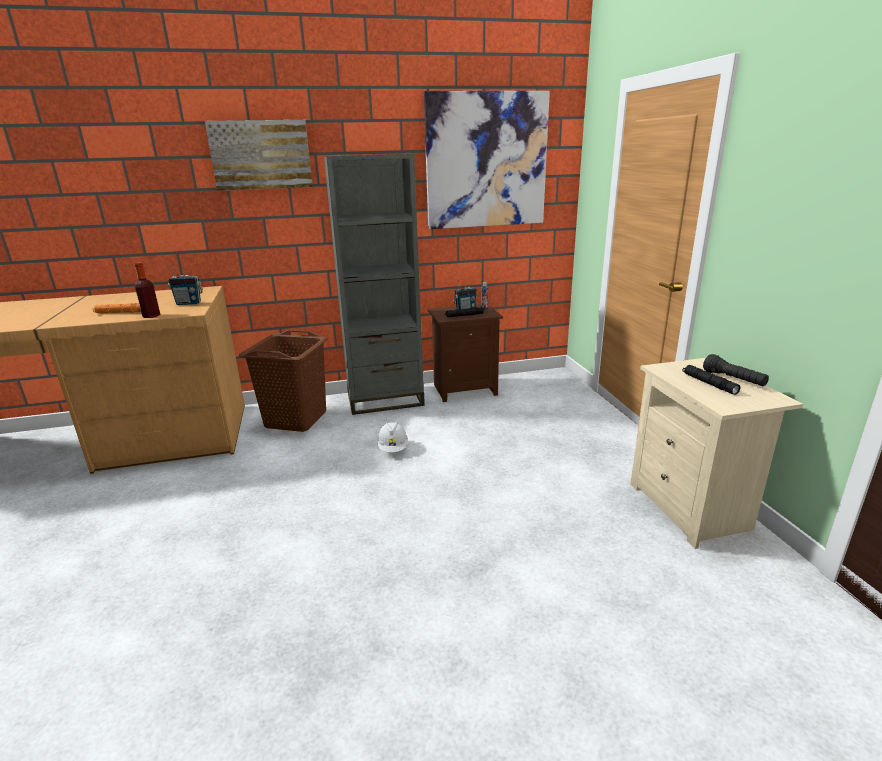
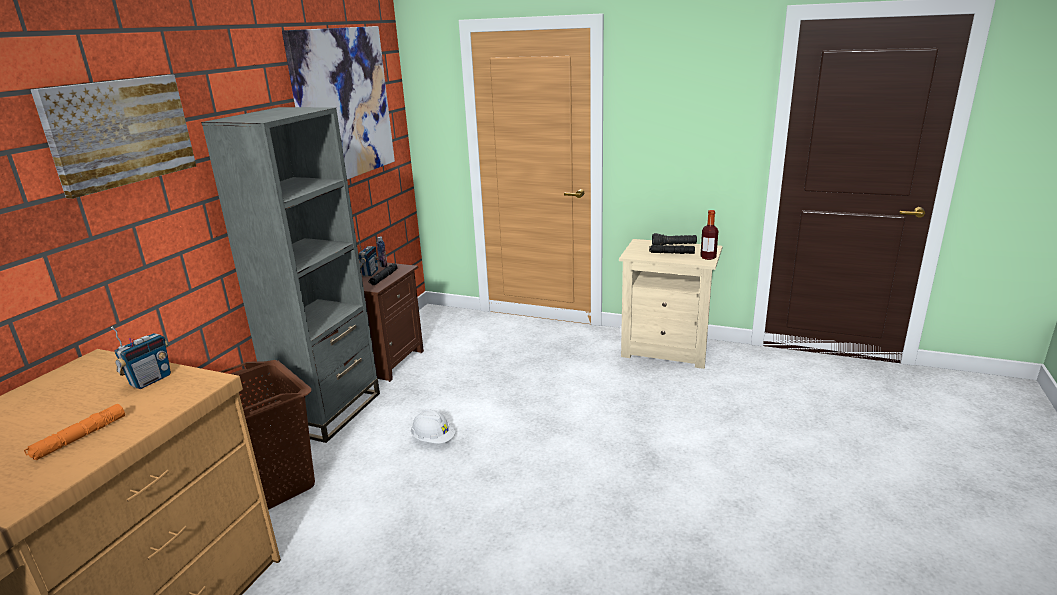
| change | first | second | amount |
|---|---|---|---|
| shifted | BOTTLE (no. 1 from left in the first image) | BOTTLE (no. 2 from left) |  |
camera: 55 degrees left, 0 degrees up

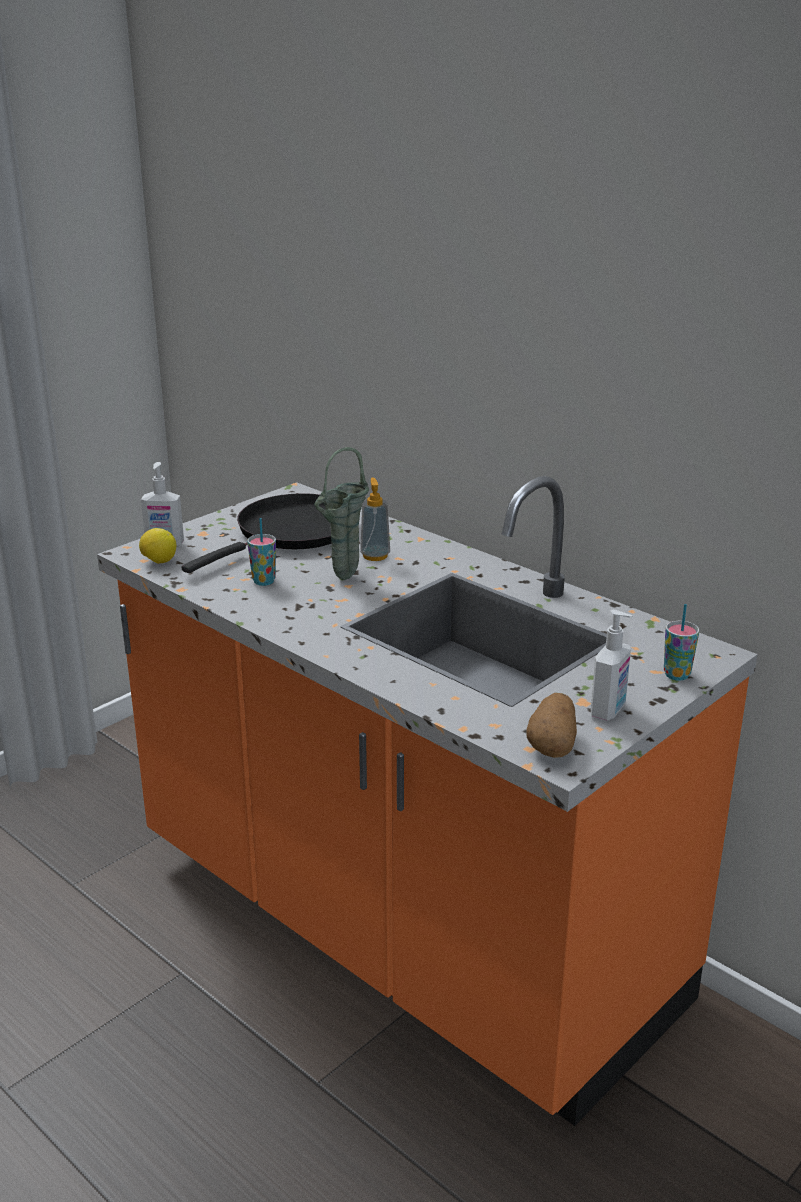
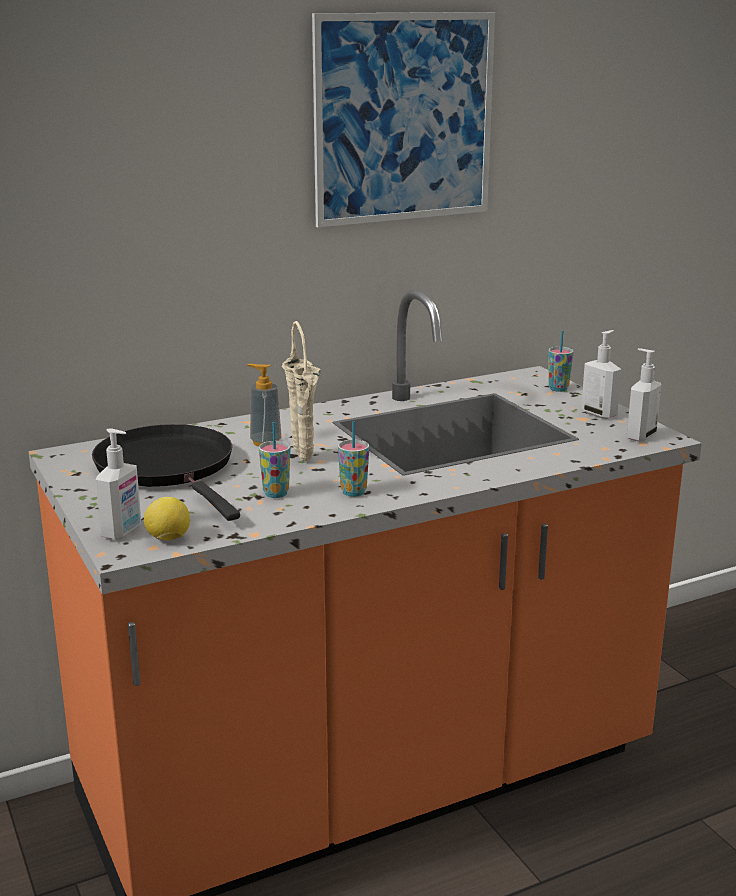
| change | first | second | amount |
|---|---|---|---|
| repainted | GREEN VASE | BEIGE VASE |  |
| new |  | PICTURE |  |
| new |  | CUP (no. 2 from left) |  |
| swapped | POTATO | SOAP DISPENSER (no. 4 from left) |  |
camera: 70 degrees left, 5 degrees down

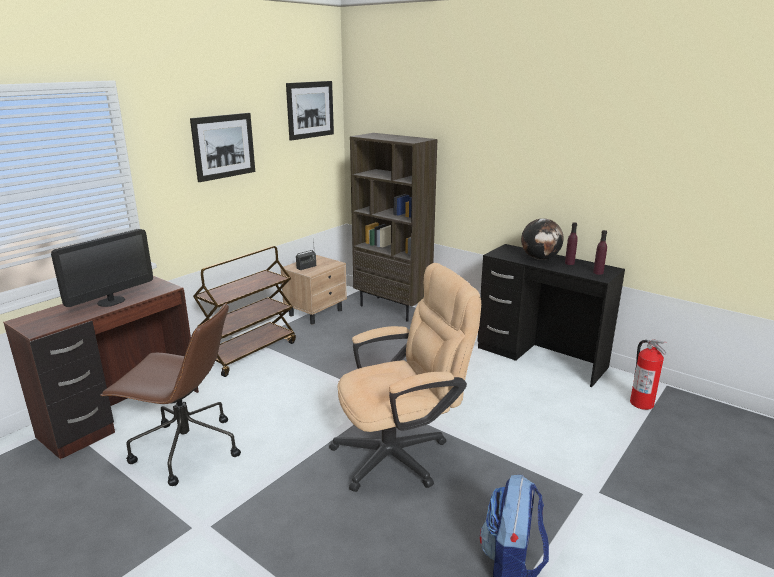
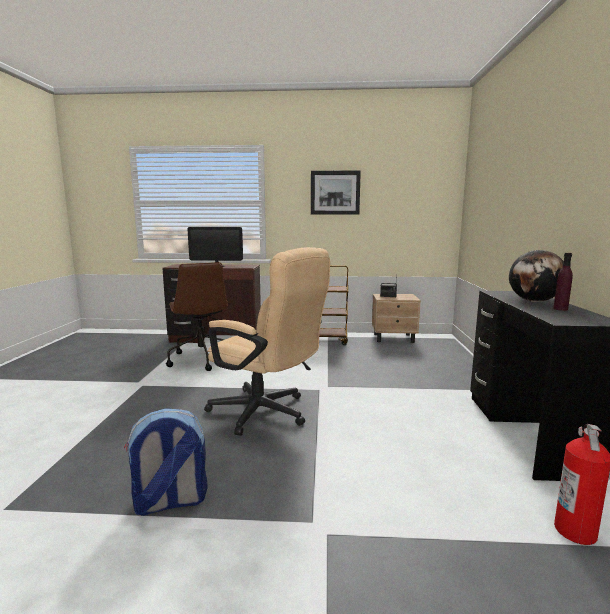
| change | first | second | amount |
|---|---|---|---|
| gone | PICTURE (no. 2 from left) |  |  |
| gone | BROWN BOOKCASE |  |  |
| gone | PURPLE BOTTLE (no. 2 from left) |  |  |
camera: 55 degrees right, 10 degrees down

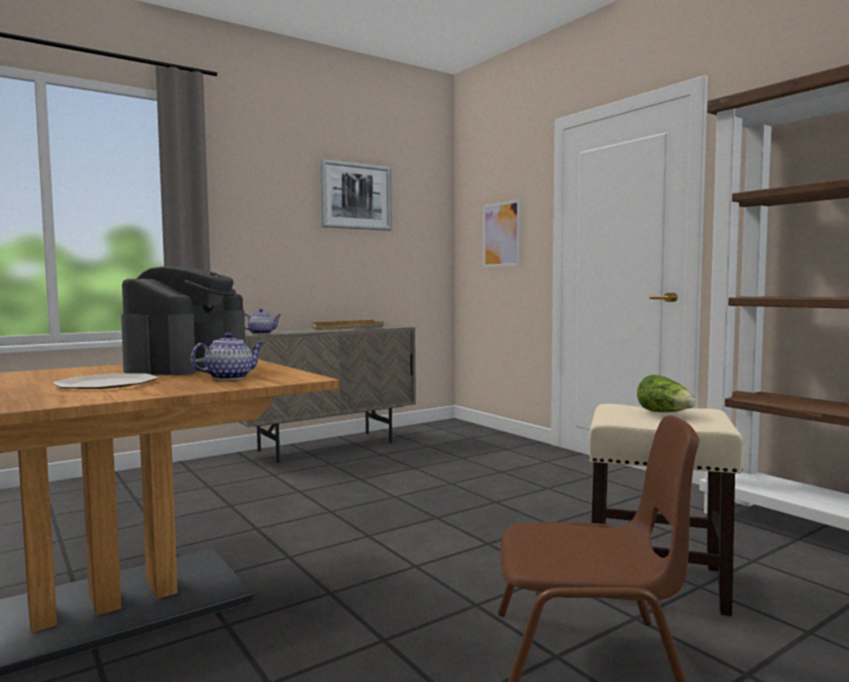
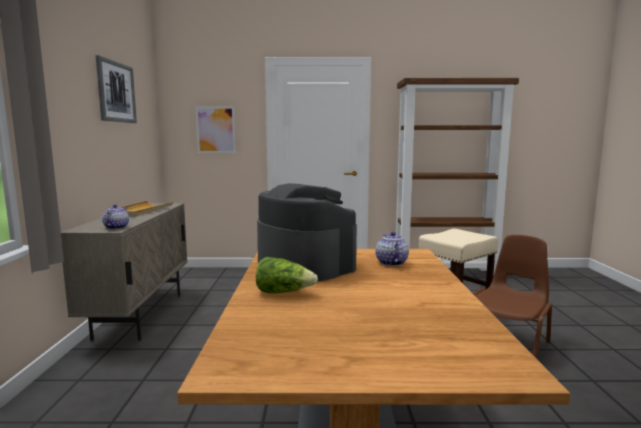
| change | first | second | amount |
|---|---|---|---|
| shifted | LETTUCE |  |  |
| gone | PLATE |  |  |
camera: 55 degrees left, 5 degrees up

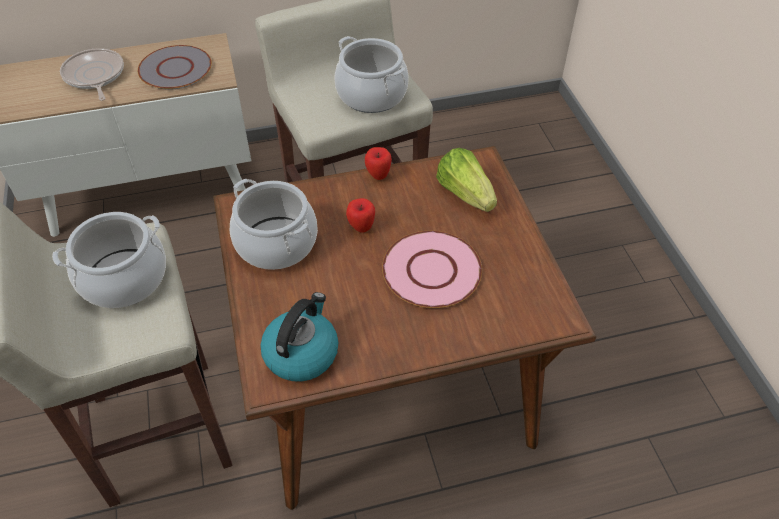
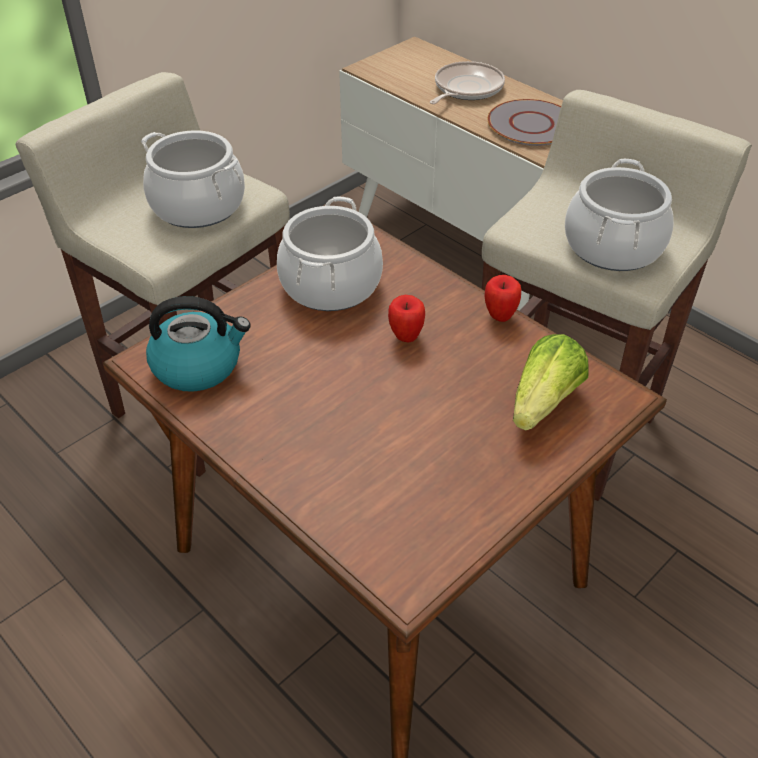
| change | first | second | amount |
|---|---|---|---|
| gone | PINK PLATE |  |  |
camera: 60 degrees right, 5 degrees down

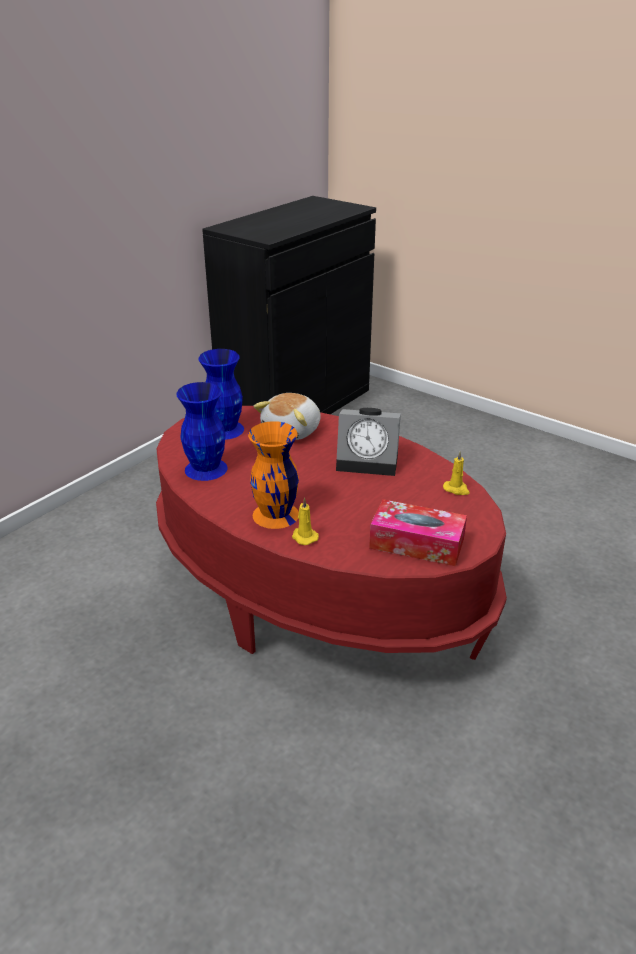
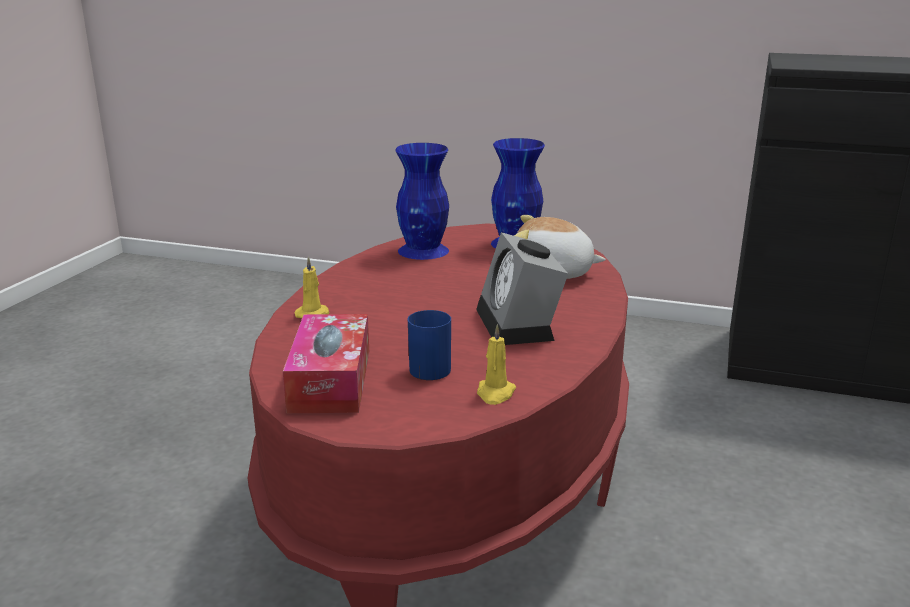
| change | first | second | amount |
|---|---|---|---|
| new |  | BLUE MUG |  |
| gone | ORANGE VASE |  |  |
camera: 70 degrees right, 10 degrees down

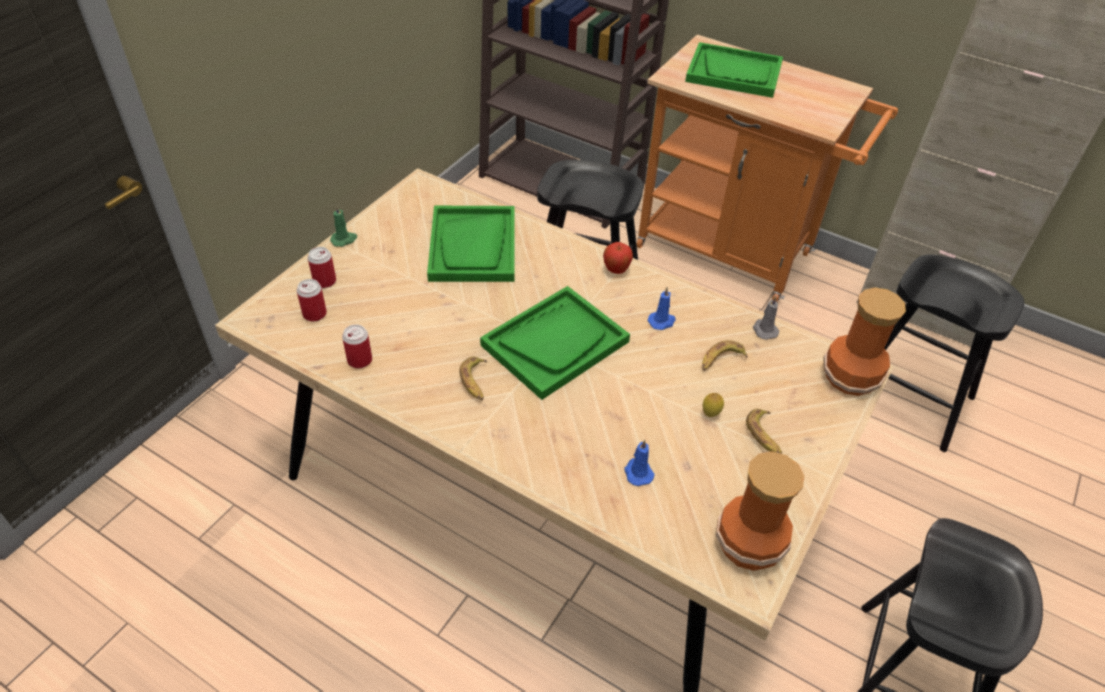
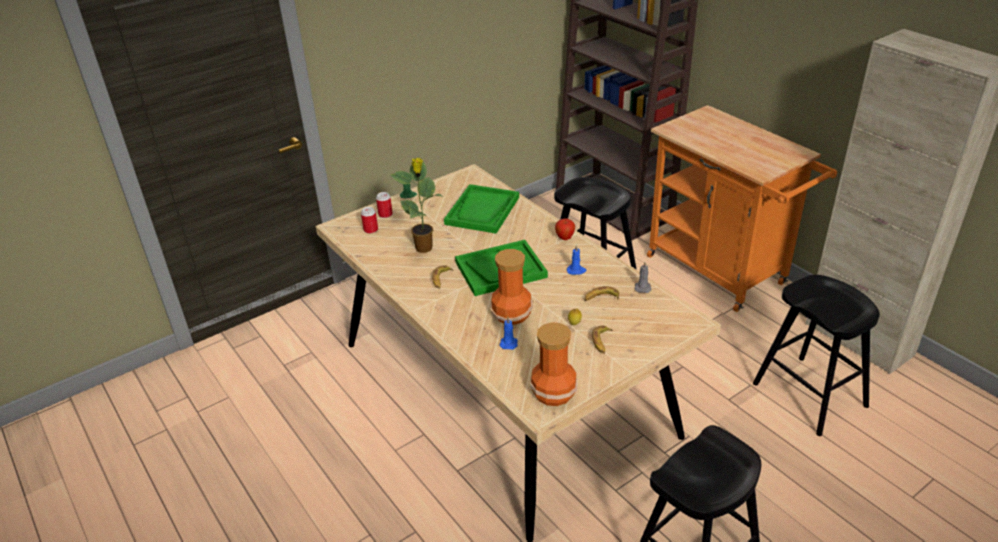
| change | first | second | amount |
|---|---|---|---|
| new |  | POTTED PLANT |  |
| shifted | VASE (no. 2 from left in the first image) | VASE (no. 1 from left) |  |
| gone | CAN (no. 3 from left) |  |  |
| gone | GREEN TRAY (no. 3 from left) |  |  |
camera: 25 degrees right, 10 degrees down

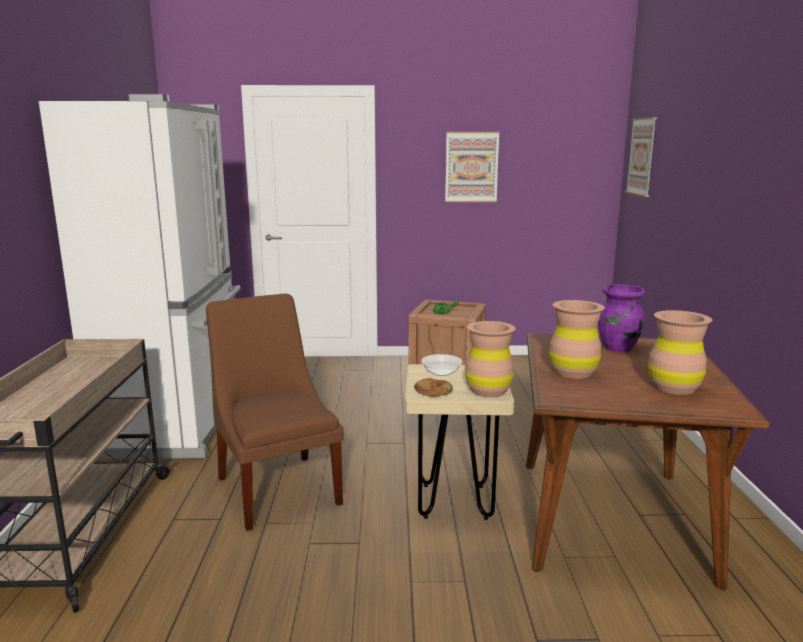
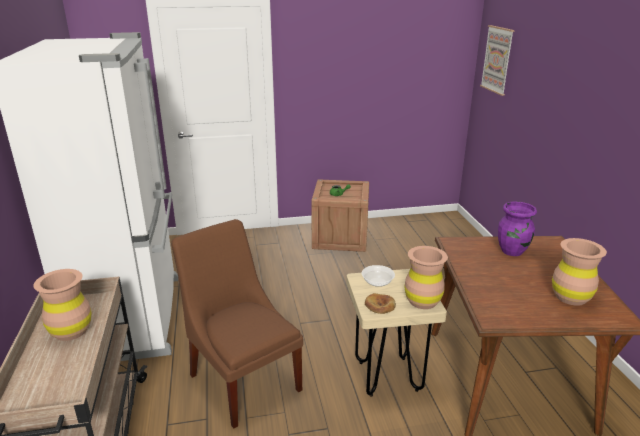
| change | first | second | amount |
|---|---|---|---|
| shifted | BROWN VASE (no. 2 from left in the first image) | BROWN VASE (no. 1 from left) |  |
| gone | PICTURE (no. 1 from left) |  |  |
camera: 10 degrees left, 10 degrees up

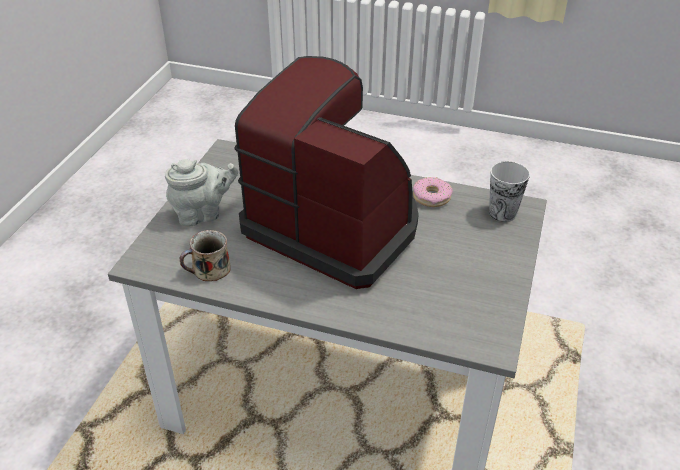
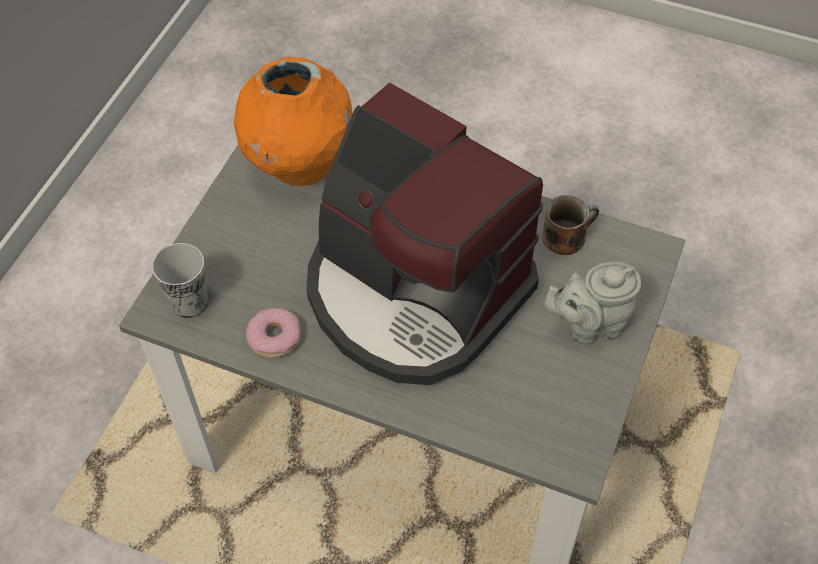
| change | first | second | amount |
|---|---|---|---|
| new |  | ORANGE VASE |  |
camera: 175 degrees left, 15 degrees up

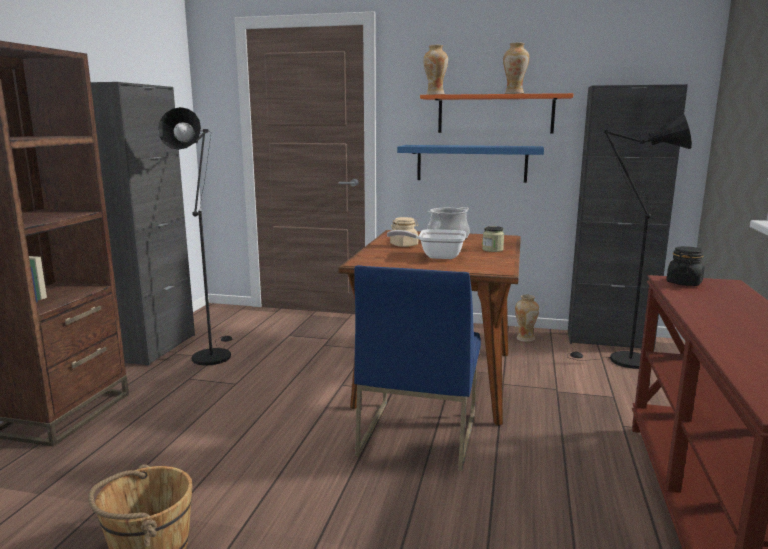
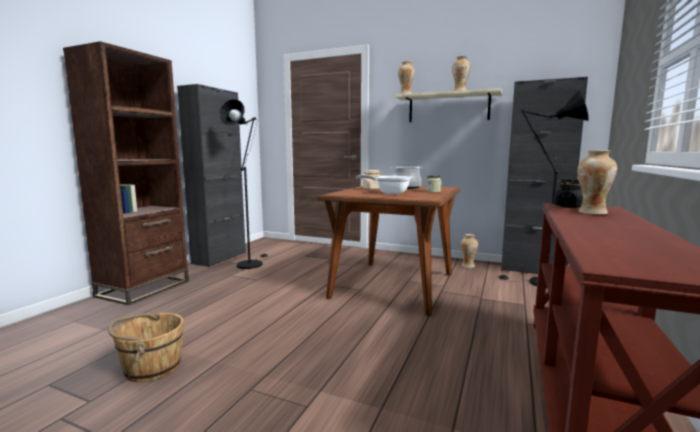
| change | first | second | amount |
|---|---|---|---|
| repainted | ORANGE SHELF | BEIGE SHELF |  |
| new |  | VASE (no. 4 from left) |  |
| gone | BLUE CHAIR |  |  |
| gone | BLUE SHELF |  |  |
camera: 10 degrees right, 5 degrees down

